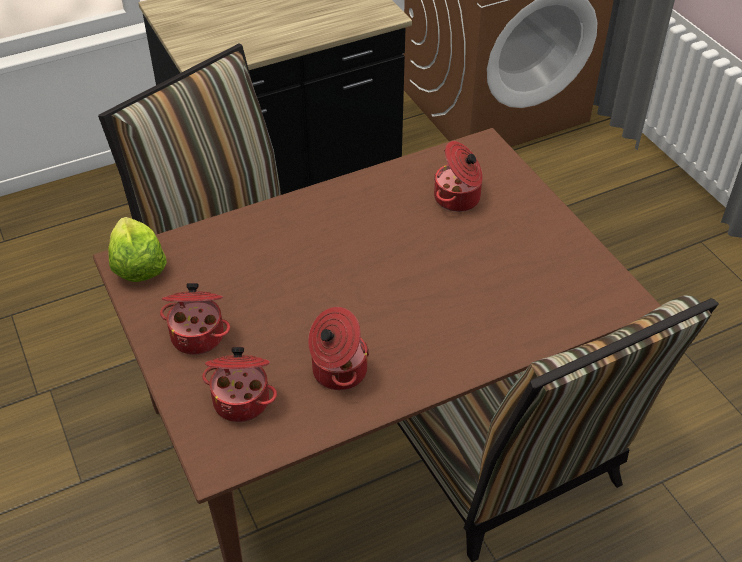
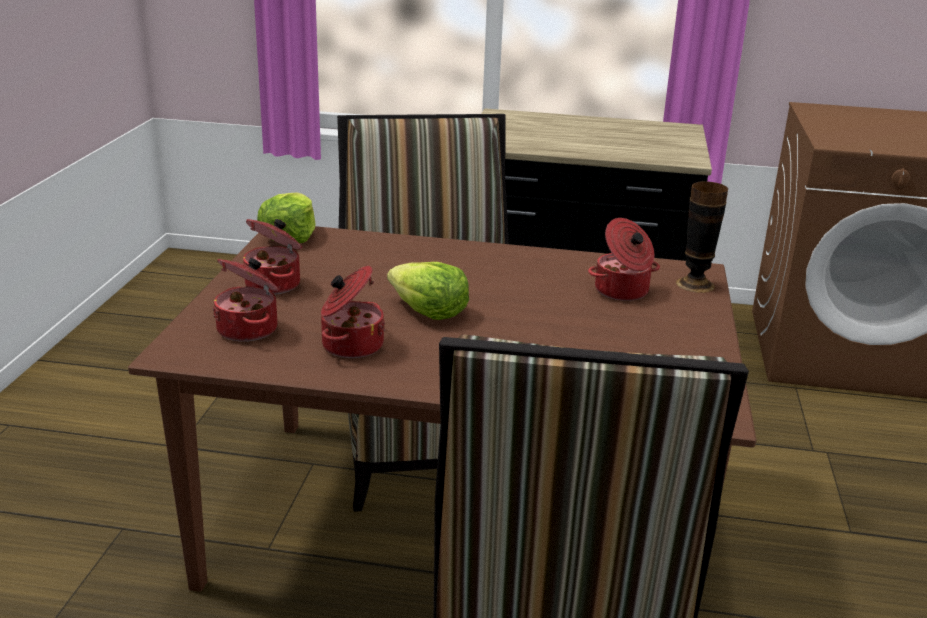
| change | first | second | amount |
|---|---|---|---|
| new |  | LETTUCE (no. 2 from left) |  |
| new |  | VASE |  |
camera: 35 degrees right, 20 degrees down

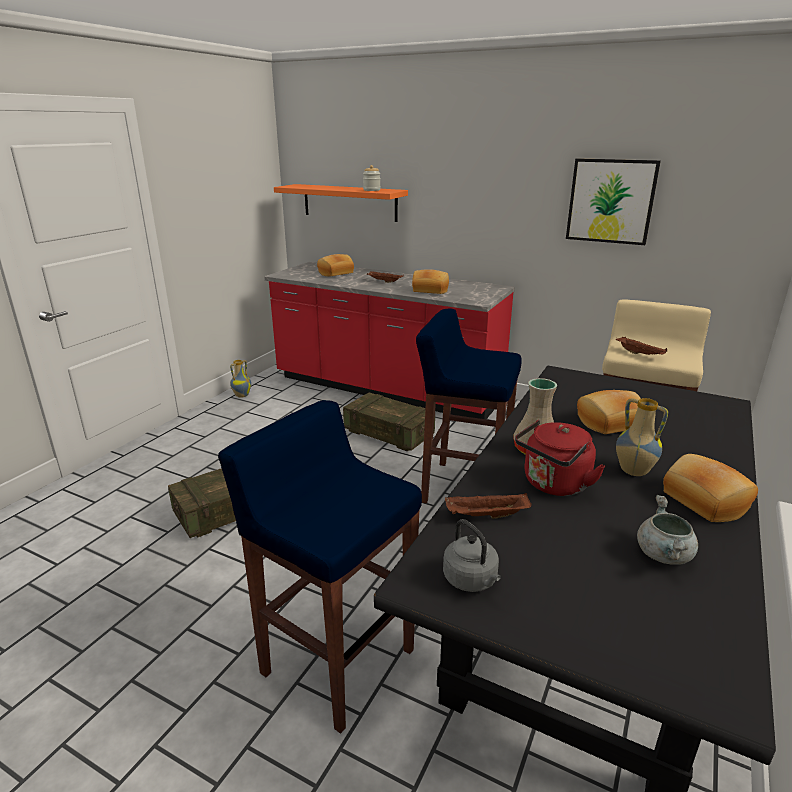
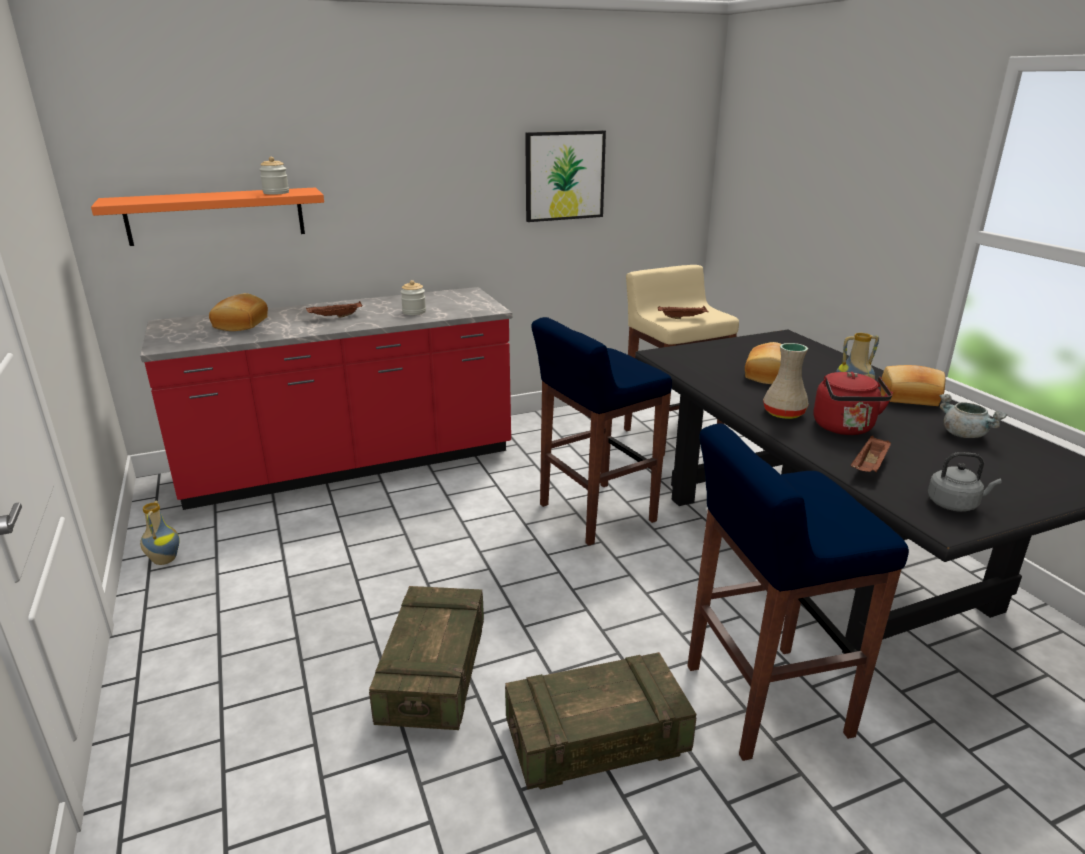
| change | first | second | amount |
|---|---|---|---|
| swapped | BREAD (no. 2 from left) | JAR (no. 2 from left) |  |
| shifted | CRATE (no. 2 from left) |  |  |
camera: 50 degrees left, 0 degrees up

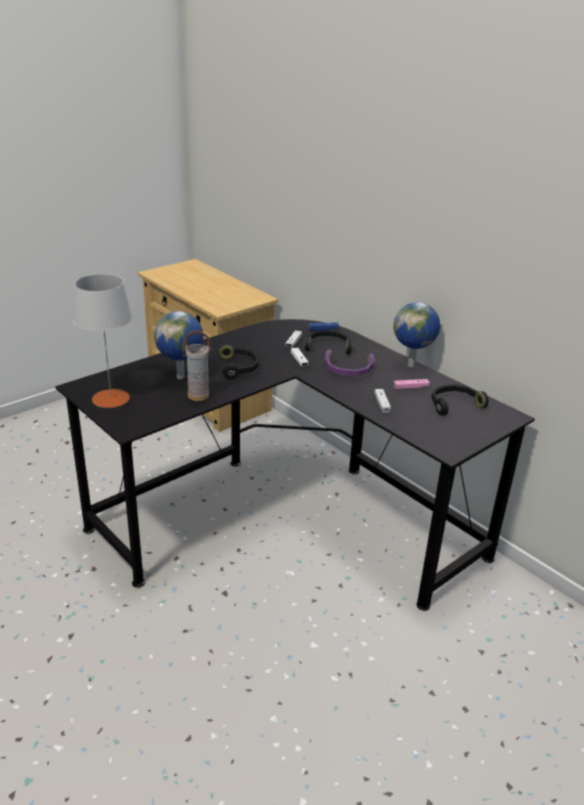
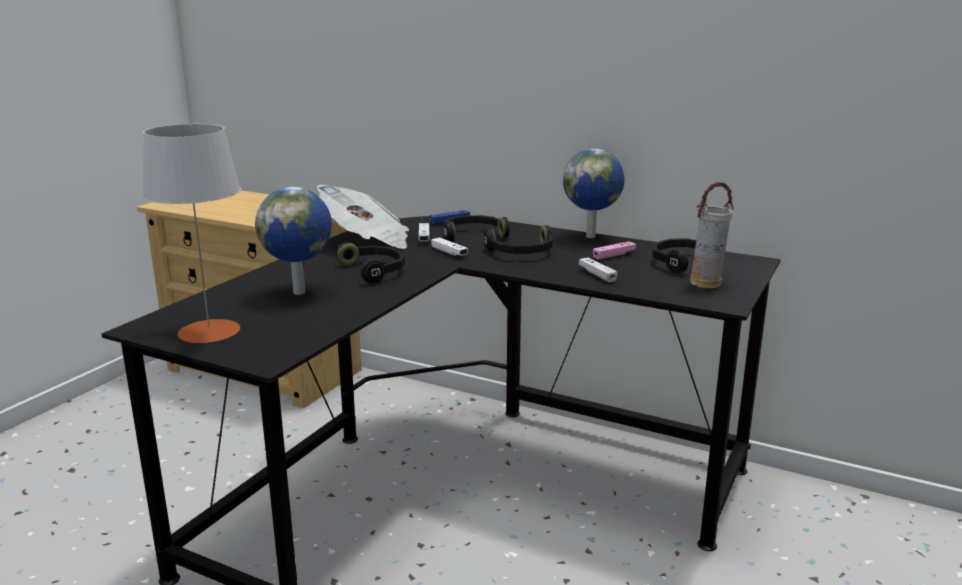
| change | first | second | amount |
|---|---|---|---|
| new |  | NEWSPAPER |  |
| repainted | PURPLE HEADPHONES | BLACK HEADPHONES (no. 3 from left) |  |
| shifted | VASE |  |  |
camera: 20 degrees left, 10 degrees down

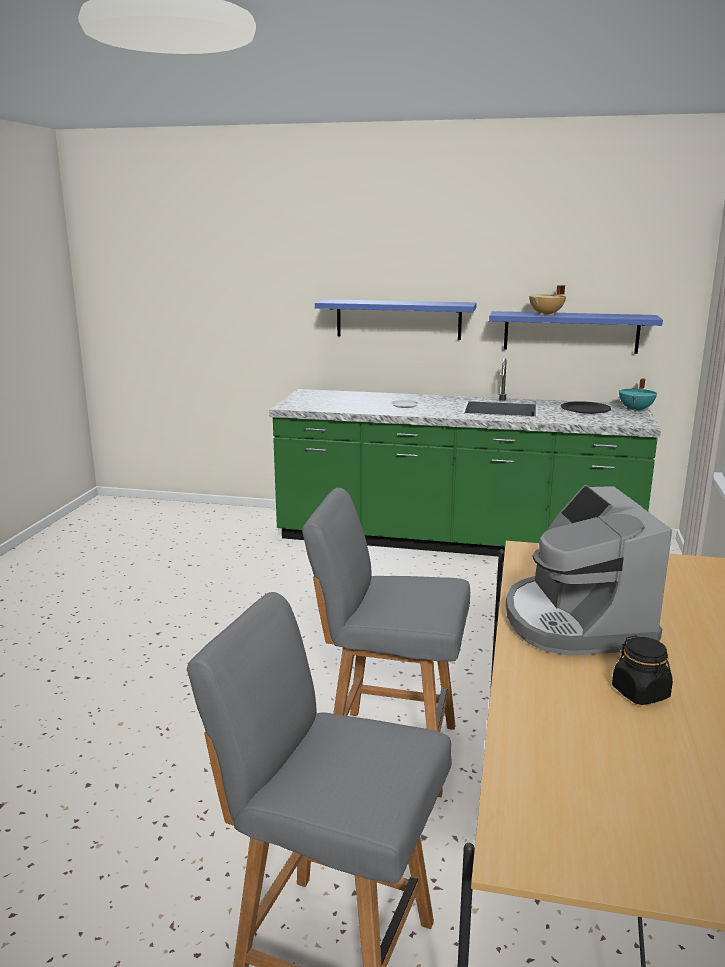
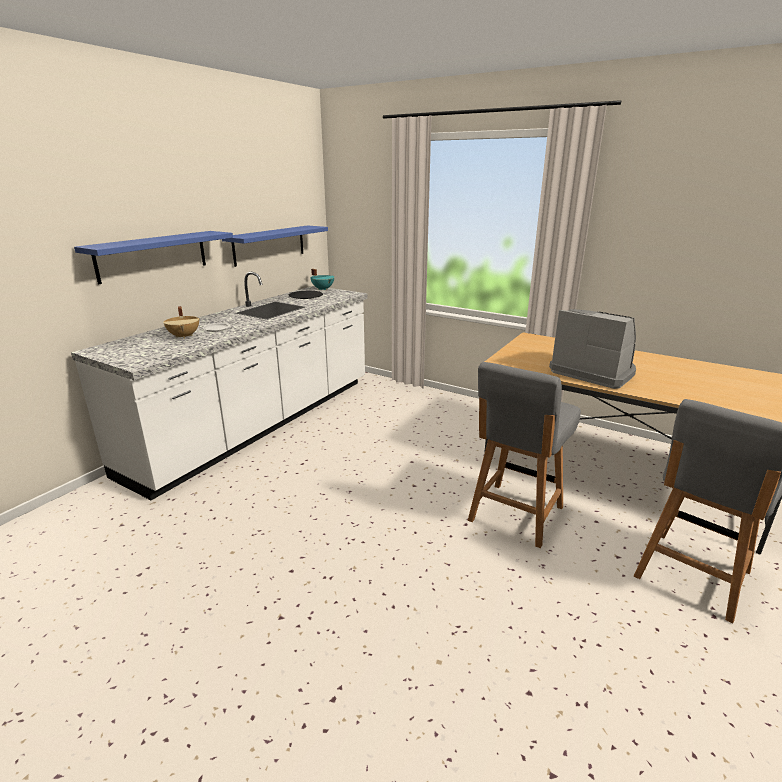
| change | first | second | amount |
|---|---|---|---|
| repainted | GREEN COUNTER | WHITE COUNTER |  |
| shifted | BEIGE COOKING POT |  |  |
| rotated | COFFEE MACHINE |  | 150 degrees counterclockwise |
| gone | BLACK JAR |  |  |
camera: 70 degrees left, 5 degrees up

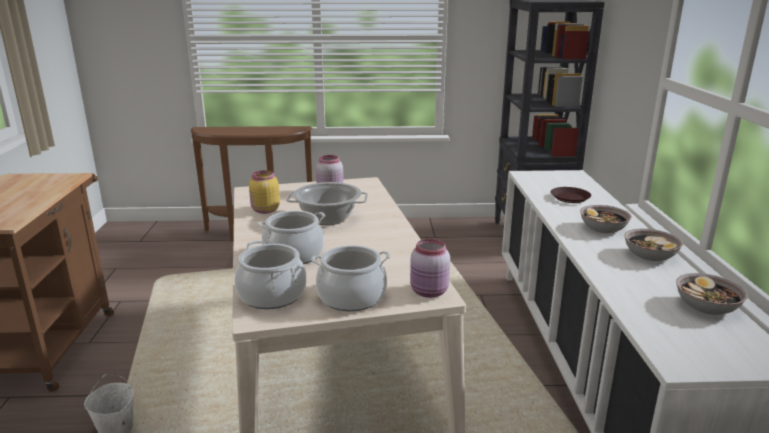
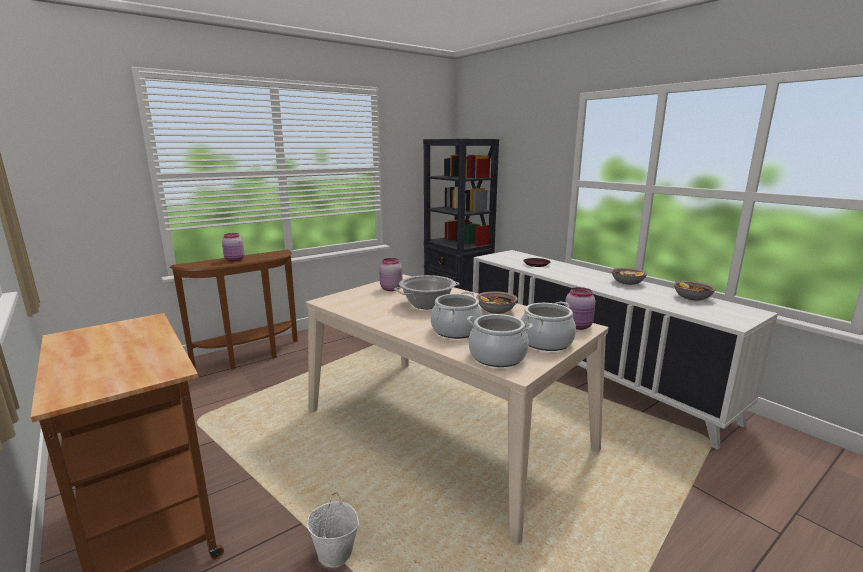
| change | first | second | amount |
|---|---|---|---|
| new |  | PINK JAR (no. 1 from left) |  |
| shifted | BOWL (no. 1 from left) |  |  |
| gone | YELLOW JAR |  |  |
camera: 35 degrees left, 5 degrees down

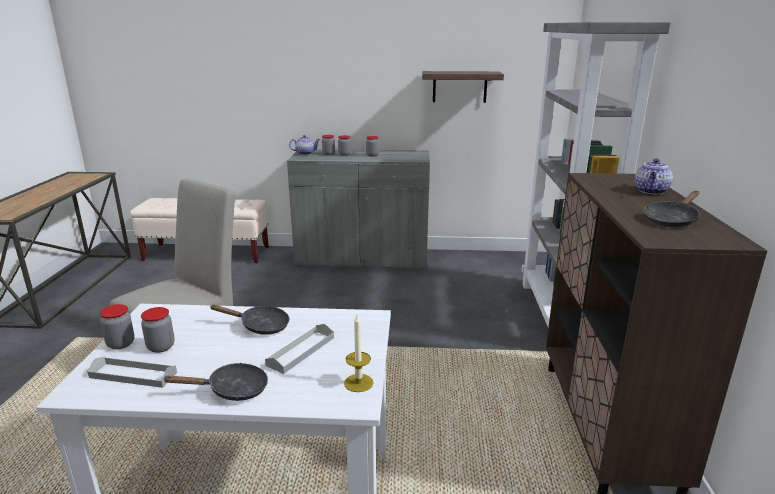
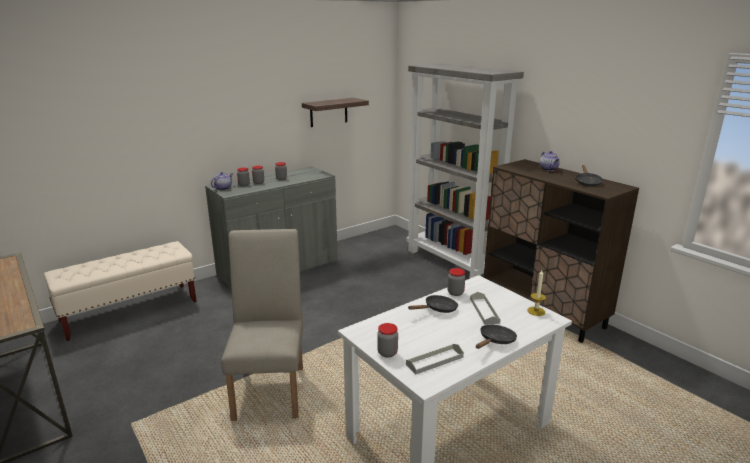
| change | first | second | amount |
|---|---|---|---|
| shifted | JAR (no. 2 from left in the first image) | JAR (no. 5 from left) |  |
camera: 40 degrees left, 0 degrees up

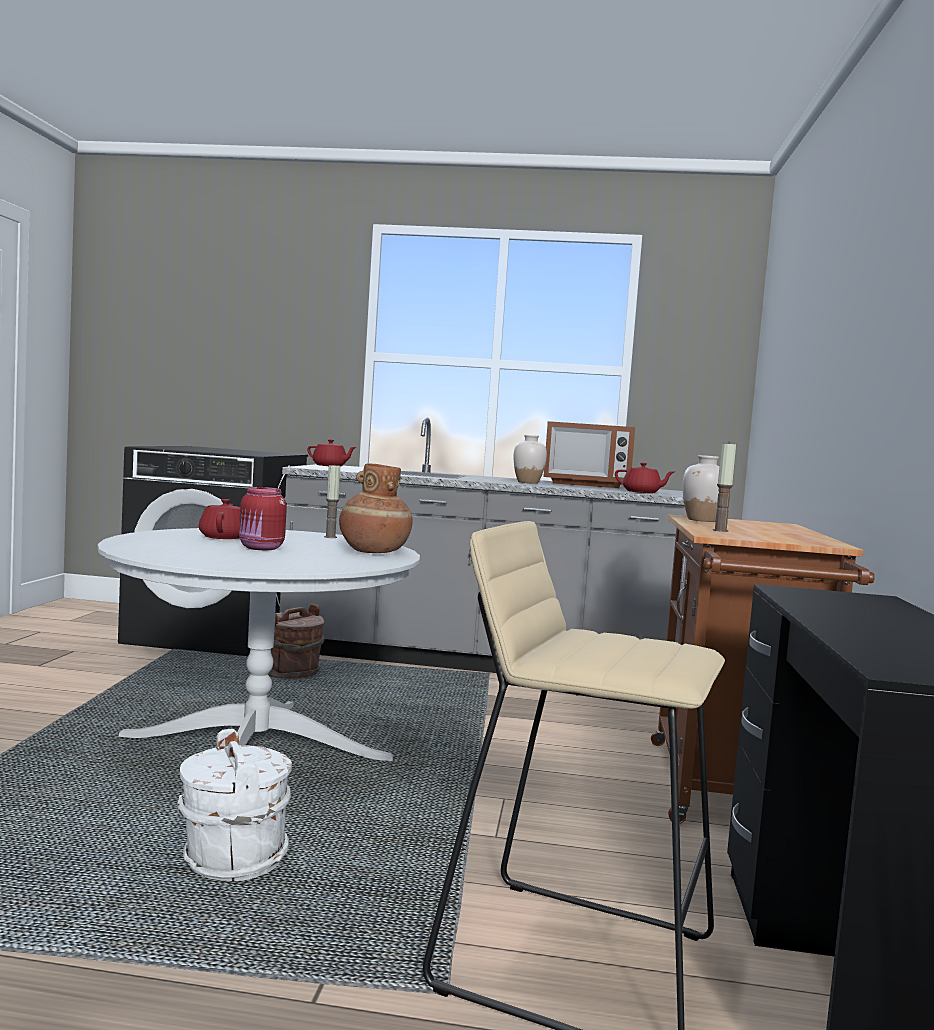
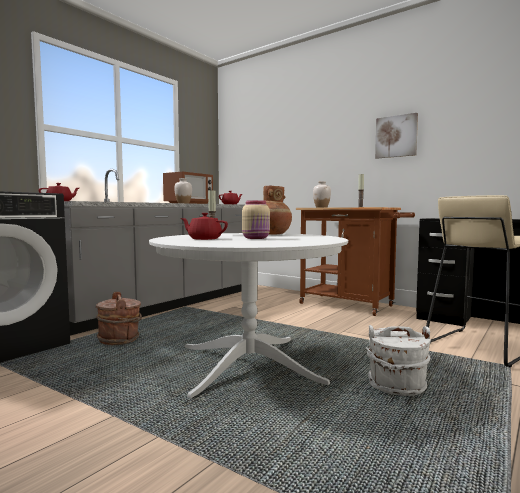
| change | first | second | amount |
|---|---|---|---|
| repainted | RED JAR | BEIGE JAR |  |
| new |  | PICTURE |  |
camera: 60 degrees left, 0 degrees up

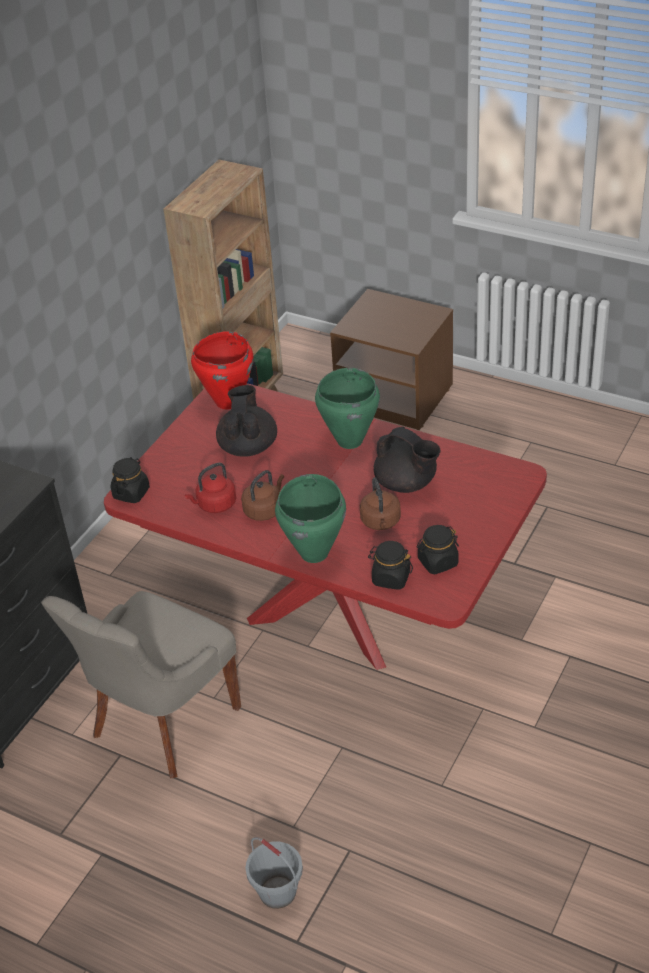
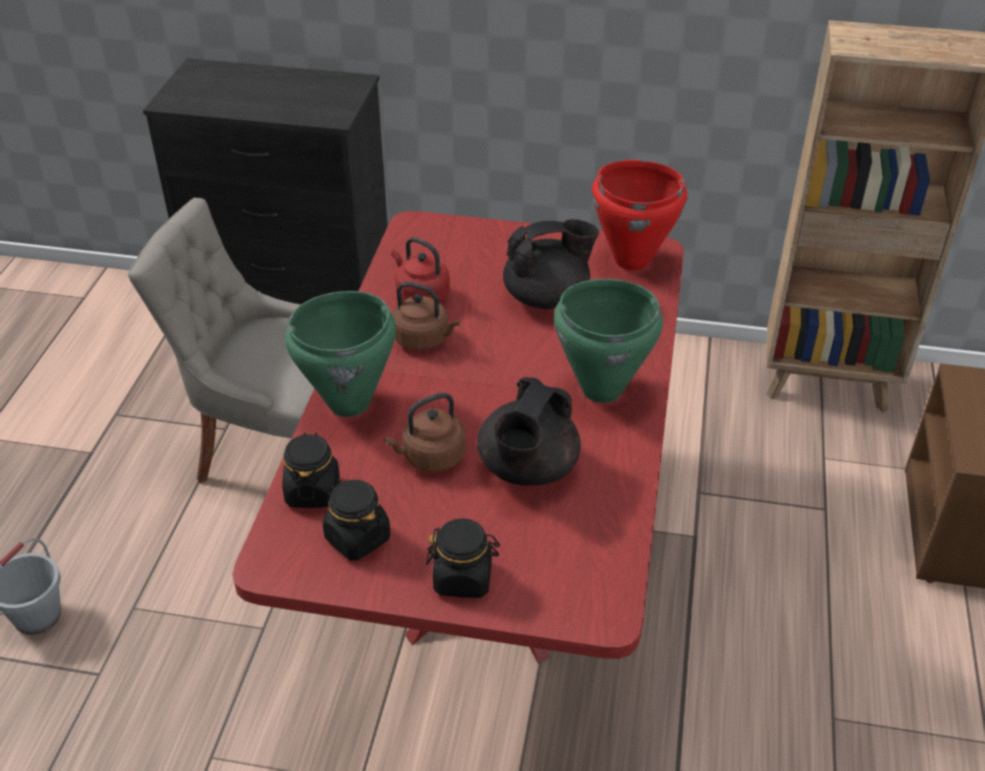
| change | first | second | amount |
|---|---|---|---|
| shifted | BLACK JAR (no. 1 from left in the first image) | BLACK JAR (no. 3 from left) |  |
camera: 70 degrees right, 0 degrees up

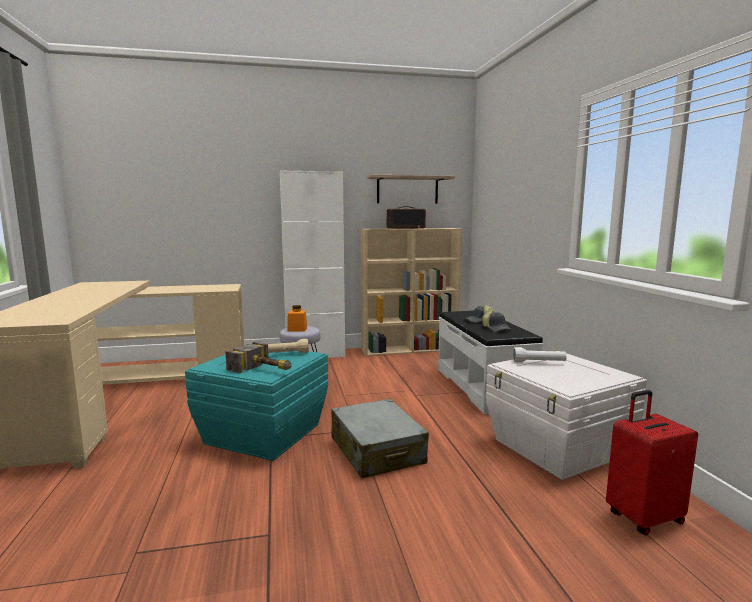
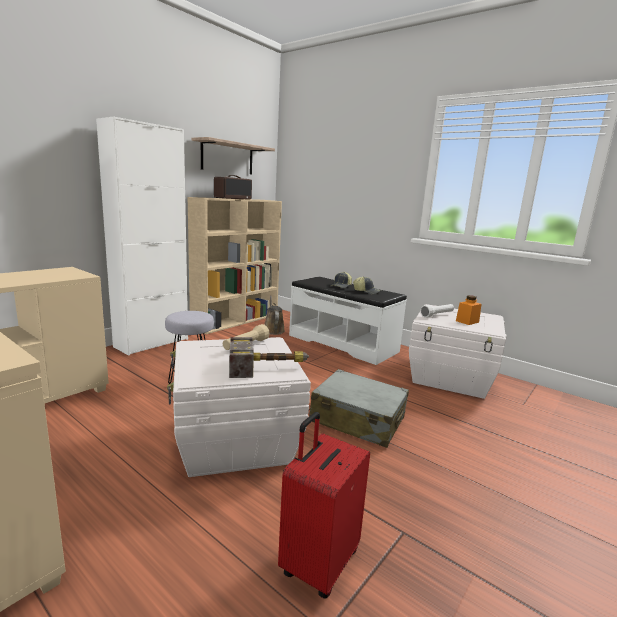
| change | first | second | amount |
|---|---|---|---|
| repainted | TURQUOISE STORAGE BOX | WHITE STORAGE BOX (no. 1 from left) |  |
| new |  | BROWN WATERING CAN |  |
| shifted | RED SUITCASE |  |  |
| shifted | ORANGE JAR |  |  |
camera: 40 degrees left, 5 degrees up

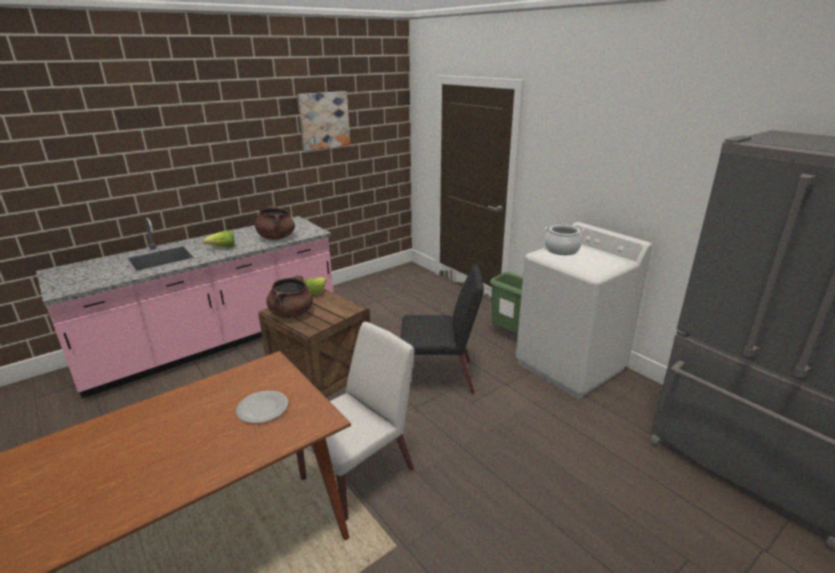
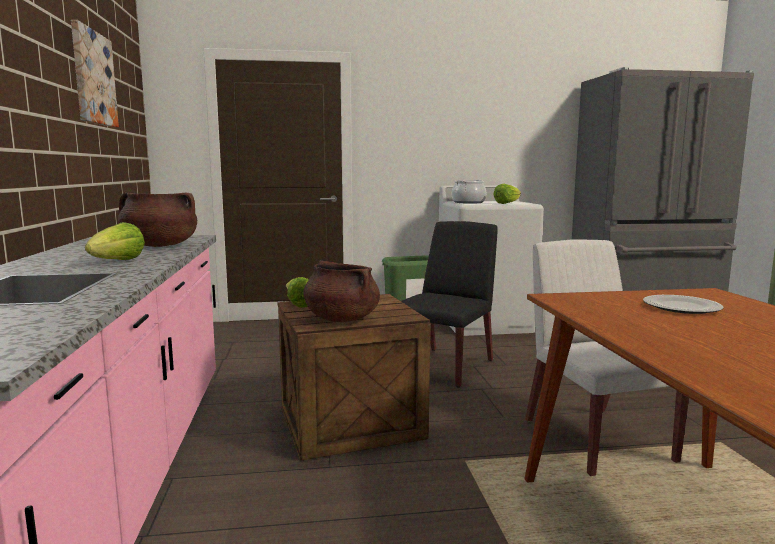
| change | first | second | amount |
|---|---|---|---|
| new |  | LETTUCE (no. 3 from left) |  |
camera: 60 degrees left, 15 degrees down

